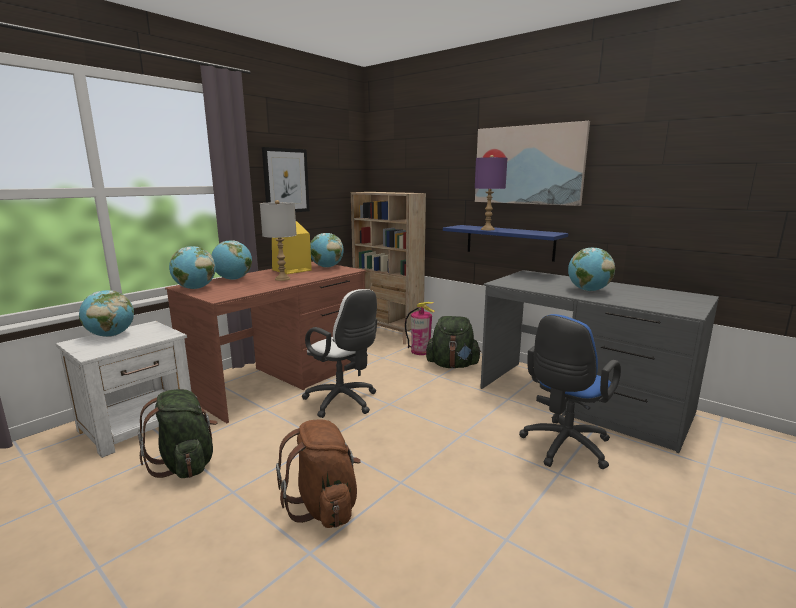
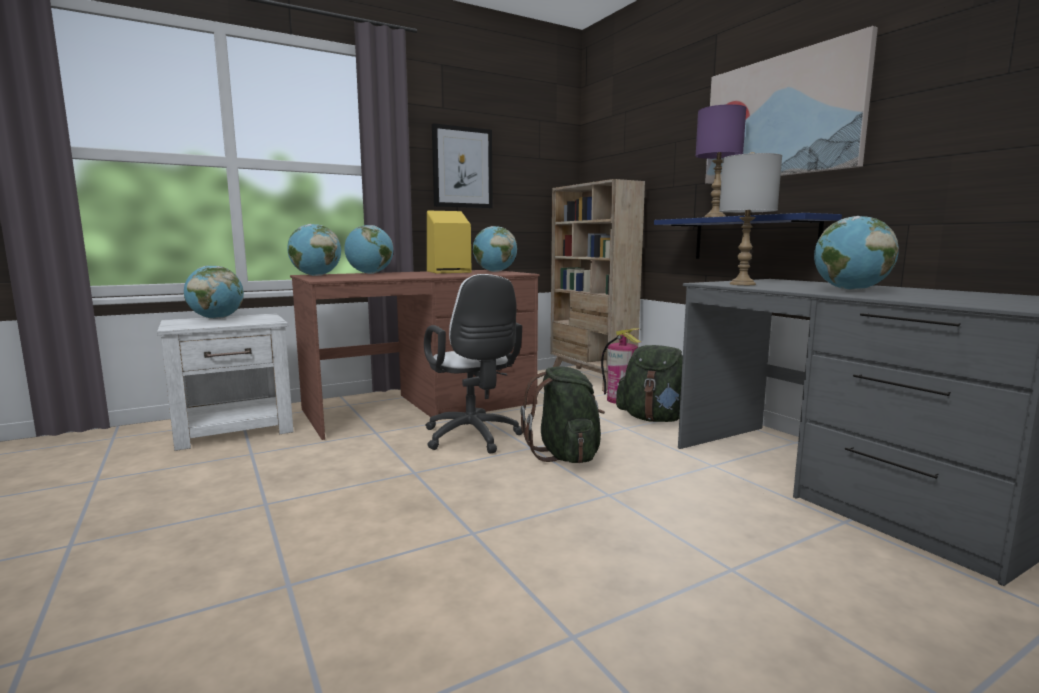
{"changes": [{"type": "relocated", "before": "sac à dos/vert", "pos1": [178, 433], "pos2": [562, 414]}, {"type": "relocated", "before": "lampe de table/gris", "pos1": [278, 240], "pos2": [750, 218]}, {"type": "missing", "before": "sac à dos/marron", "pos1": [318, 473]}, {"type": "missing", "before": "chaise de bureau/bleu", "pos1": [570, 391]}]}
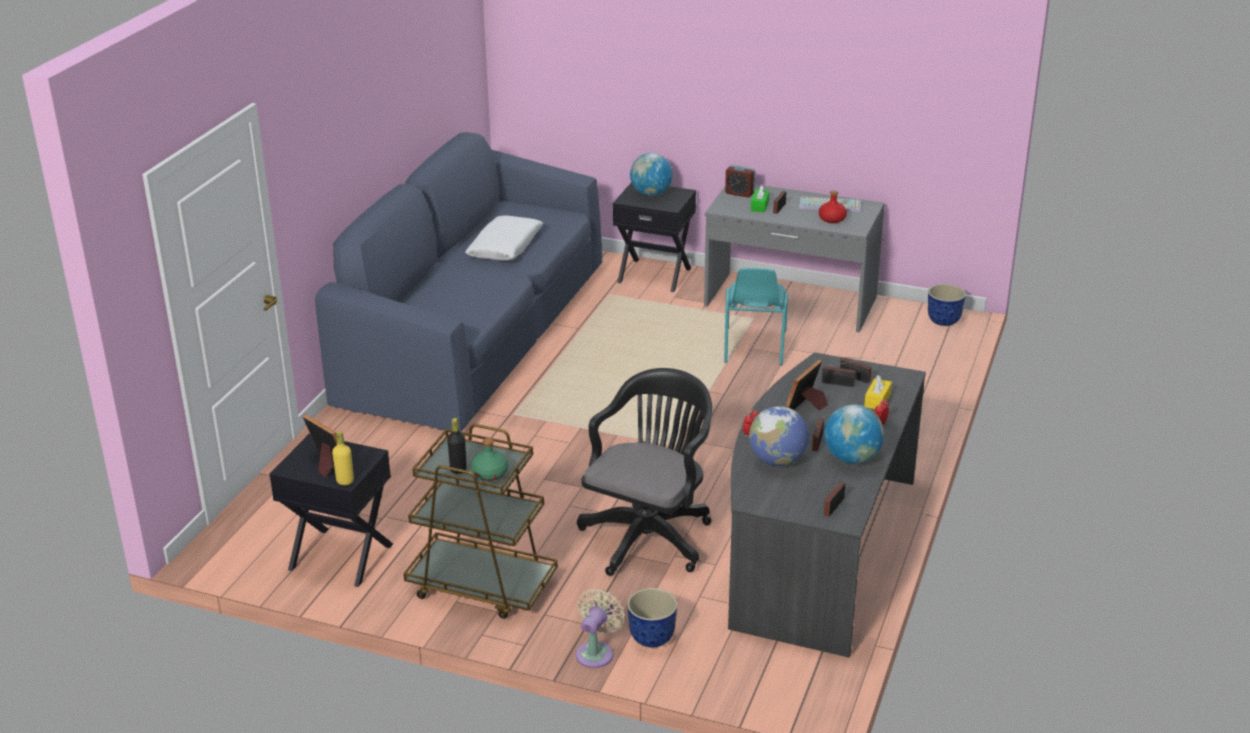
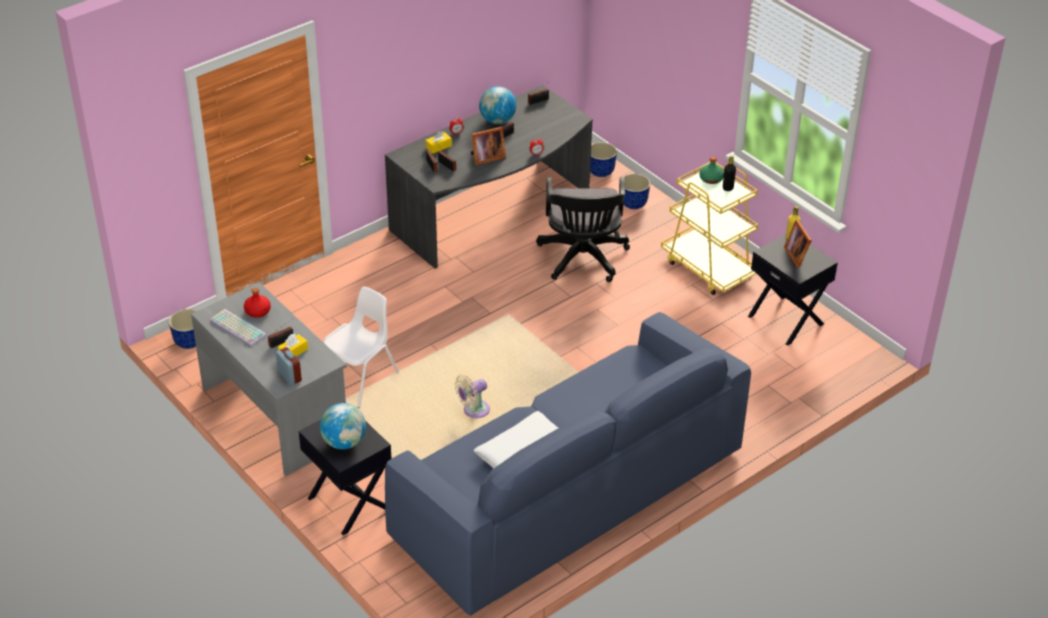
{"changes": [{"type": "colour", "before": "boîte à mouchoirs/vert", "after": "boîte à mouchoirs/jaune", "pos1": [760, 198], "pos2": [293, 345]}, {"type": "colour", "before": "chaise/turquoise", "after": "chaise/blanc", "pos1": [756, 317], "pos2": [361, 347]}, {"type": "relocated", "before": "ventilateur/beige", "pos1": [600, 628], "pos2": [472, 396]}, {"type": "spun", "before": "chaise de bureau/noir", "pos1": [644, 472], "pos2": [583, 229], "turn": -60}, {"type": "appeared", "after": "cache-pot", "pos2": [603, 159]}, {"type": "colour", "before": "chariot/marron", "after": "chariot/jaune", "pos1": [480, 521], "pos2": [709, 228]}, {"type": "missing", "before": "globe", "pos1": [779, 436]}]}
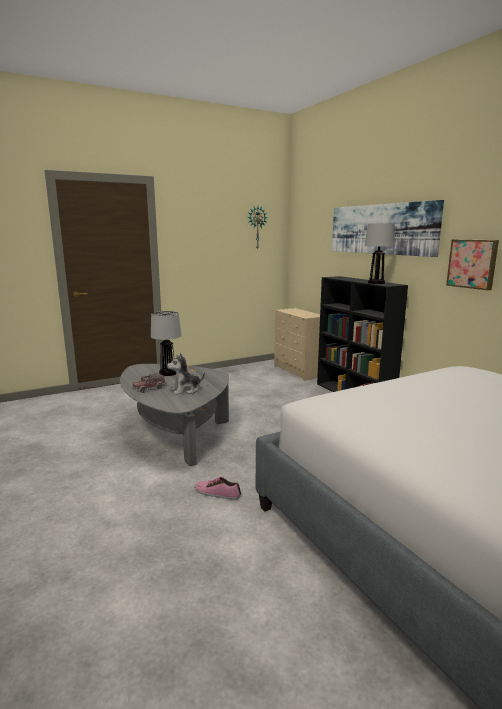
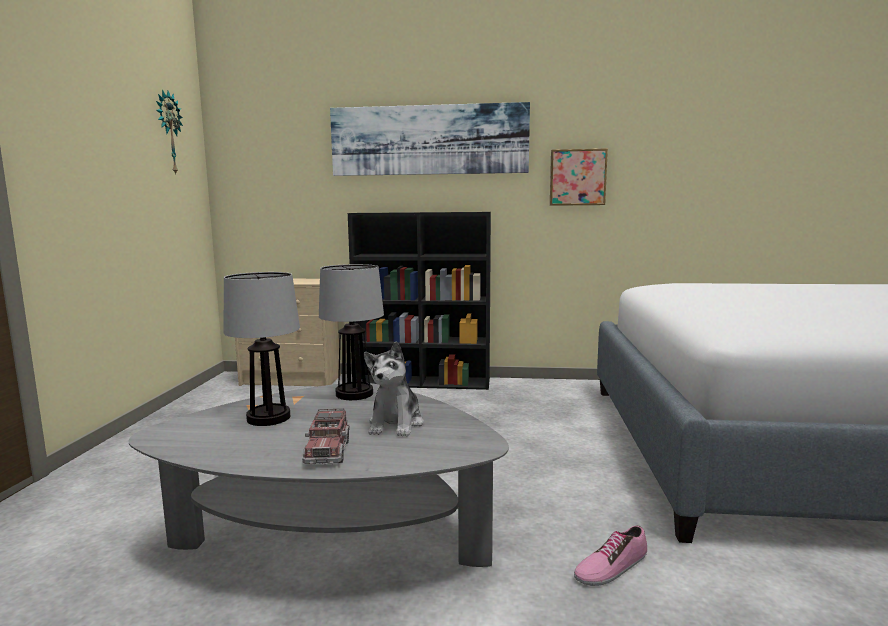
{"changes": [{"type": "relocated", "before": "lampe de table", "pos1": [379, 253], "pos2": [351, 332]}]}
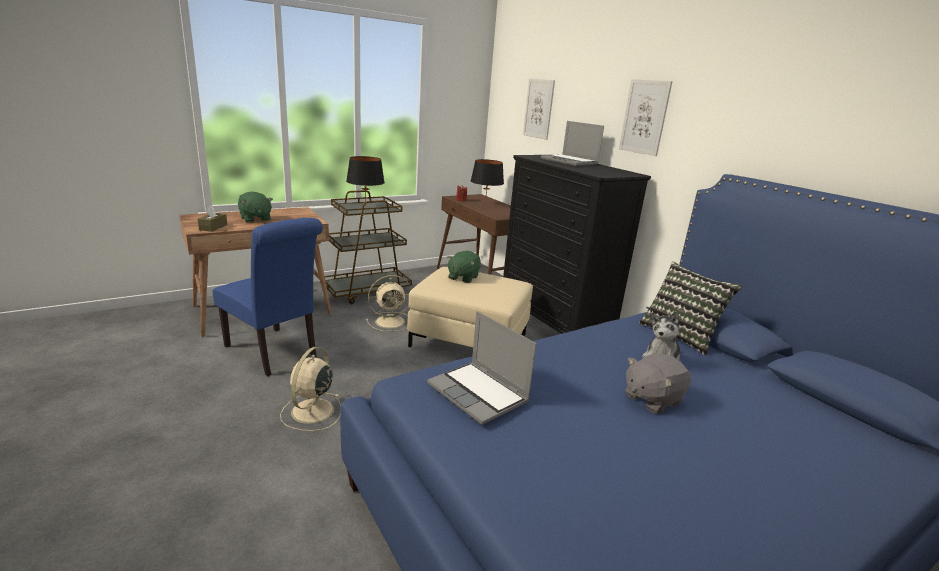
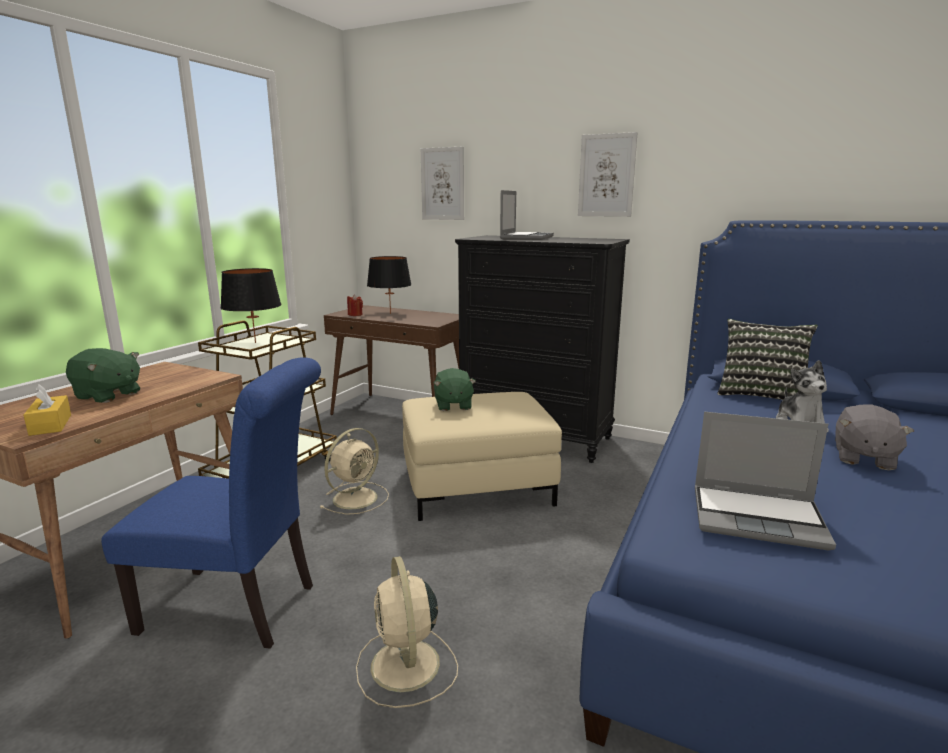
{"changes": [{"type": "colour", "before": "boîte à mouchoirs/marron", "after": "boîte à mouchoirs/jaune", "pos1": [212, 218], "pos2": [47, 410]}, {"type": "spun", "before": "ordinateur portable", "pos1": [572, 143], "pos2": [527, 215], "turn": -90}]}
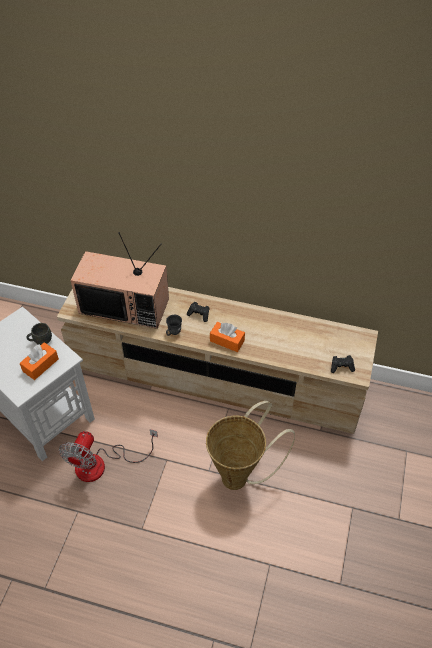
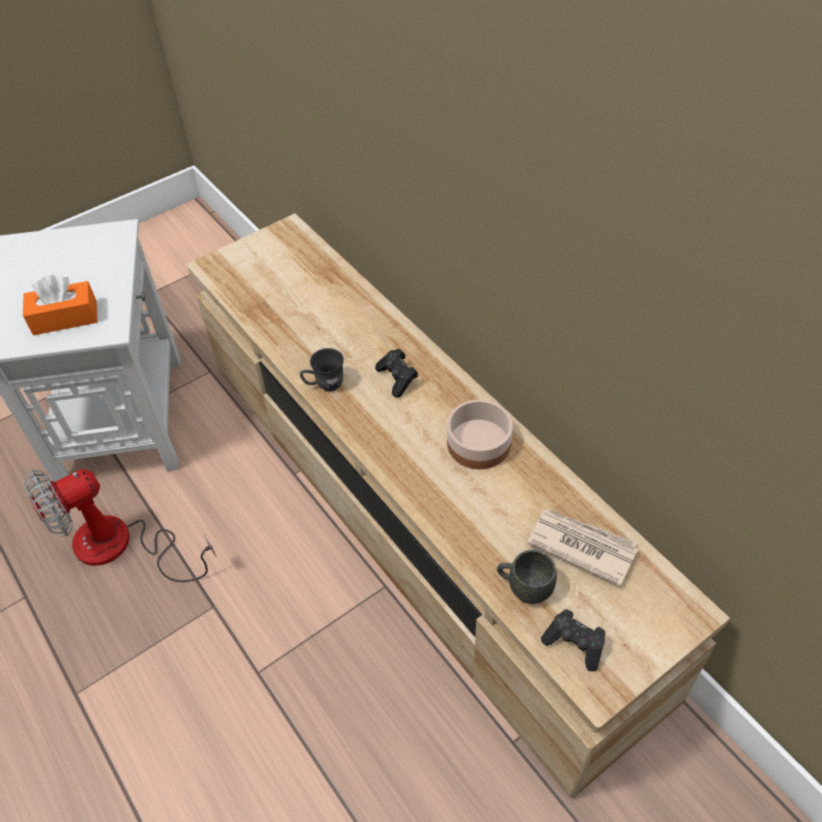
{"changes": [{"type": "appeared", "after": "bol", "pos2": [480, 434]}, {"type": "relocated", "before": "mug/gris", "pos1": [39, 334], "pos2": [527, 577]}, {"type": "appeared", "after": "journal", "pos2": [582, 547]}, {"type": "missing", "before": "téléviseur", "pos1": [119, 280]}, {"type": "missing", "before": "panier", "pos1": [250, 445]}, {"type": "missing", "before": "boîte à mouchoirs/orange", "pos1": [227, 337]}]}
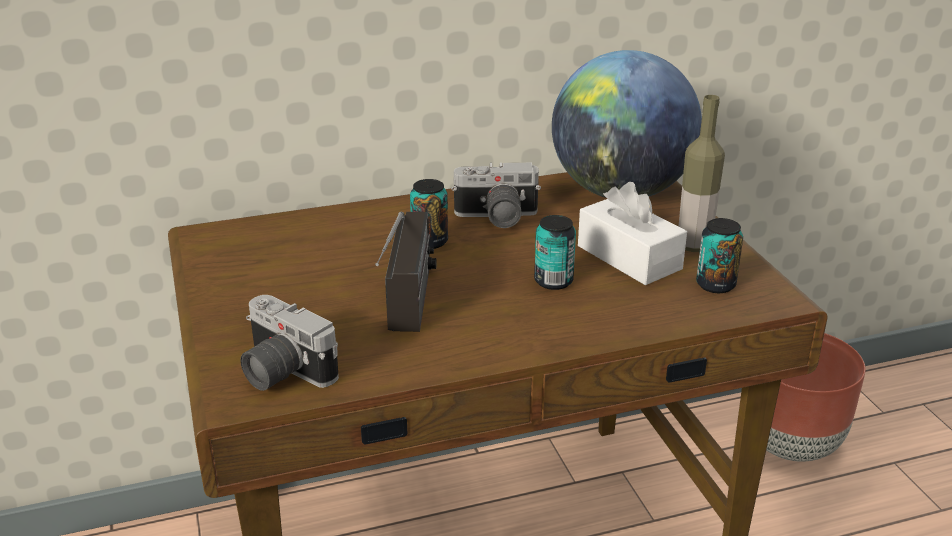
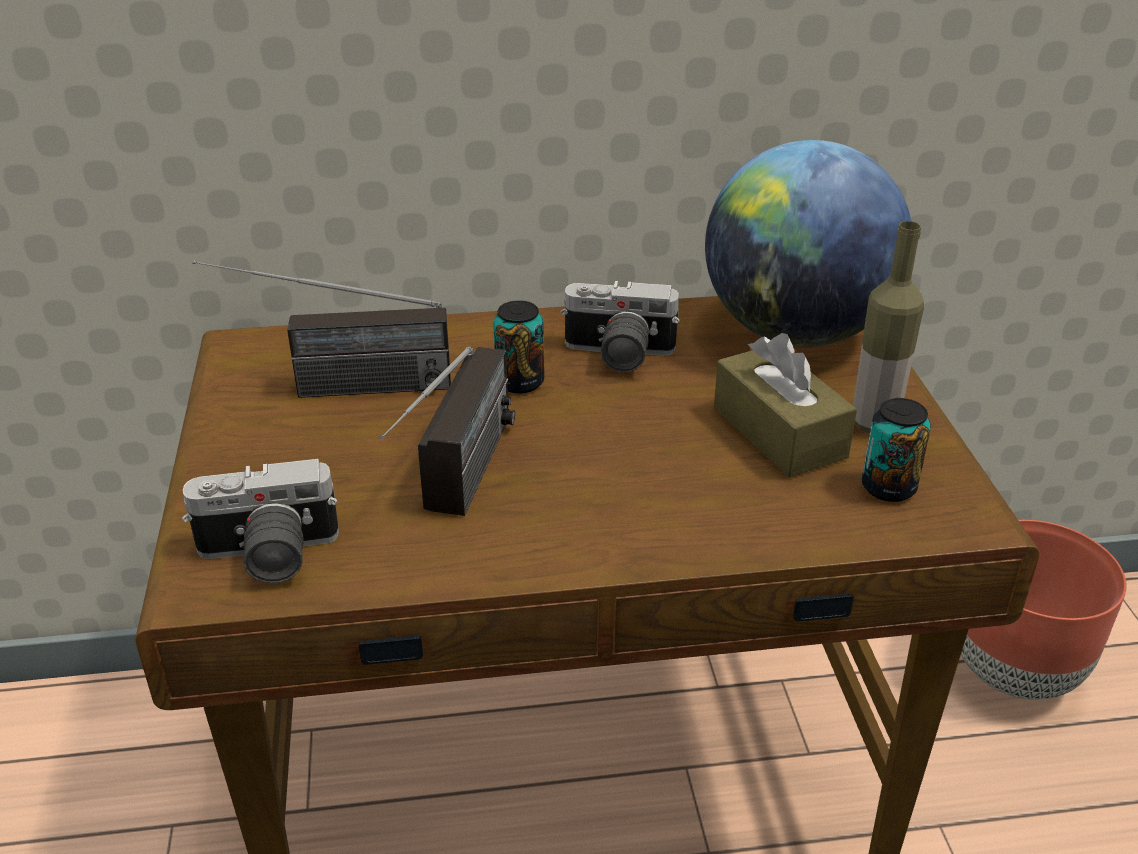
{"changes": [{"type": "spun", "before": "appareil photo", "pos1": [290, 343], "pos2": [260, 521], "turn": -60}, {"type": "appeared", "after": "radio", "pos2": [322, 329]}, {"type": "colour", "before": "boîte à mouchoirs/blanc", "after": "boîte à mouchoirs/marron", "pos1": [632, 233], "pos2": [785, 405]}, {"type": "missing", "before": "boîte métallique", "pos1": [555, 252]}]}
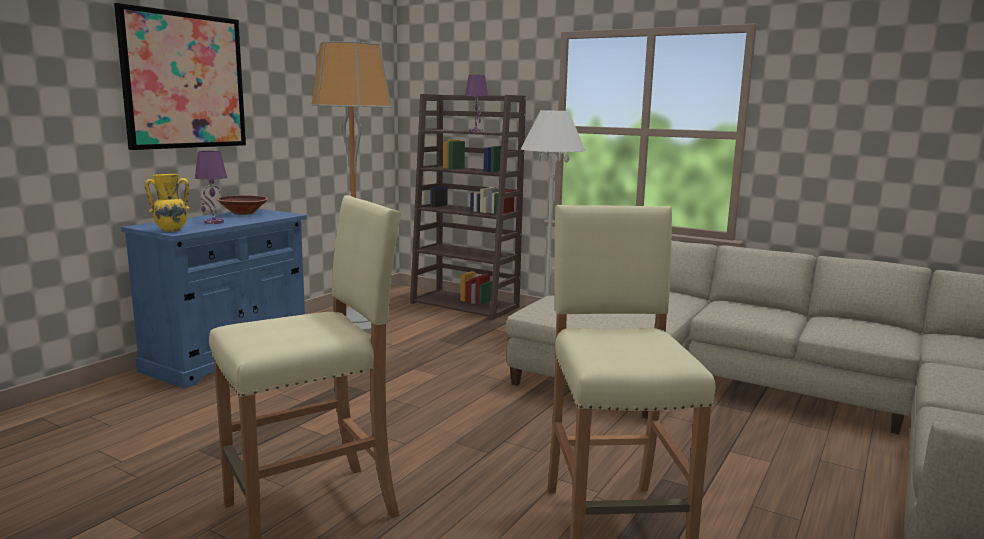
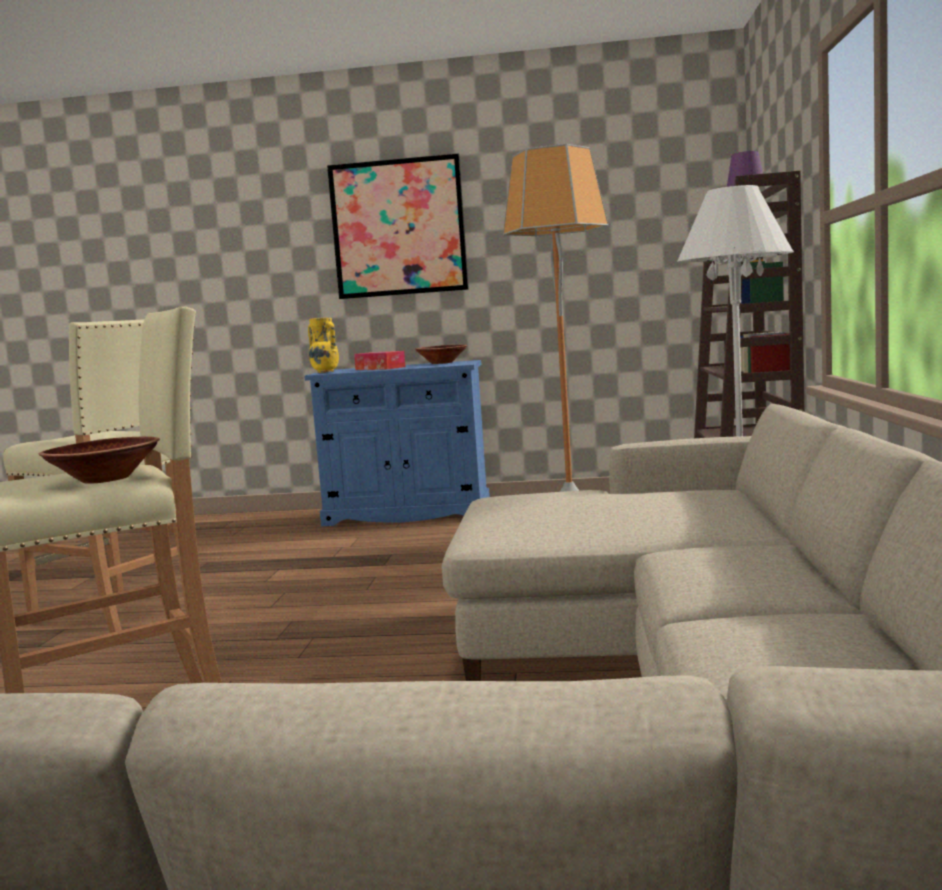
{"changes": [{"type": "appeared", "after": "bol/marron", "pos2": [99, 460]}, {"type": "exchanged", "before": "lampe de table/violet", "after": "boîte à mouchoirs", "pos1": [211, 187], "pos2": [380, 360]}]}
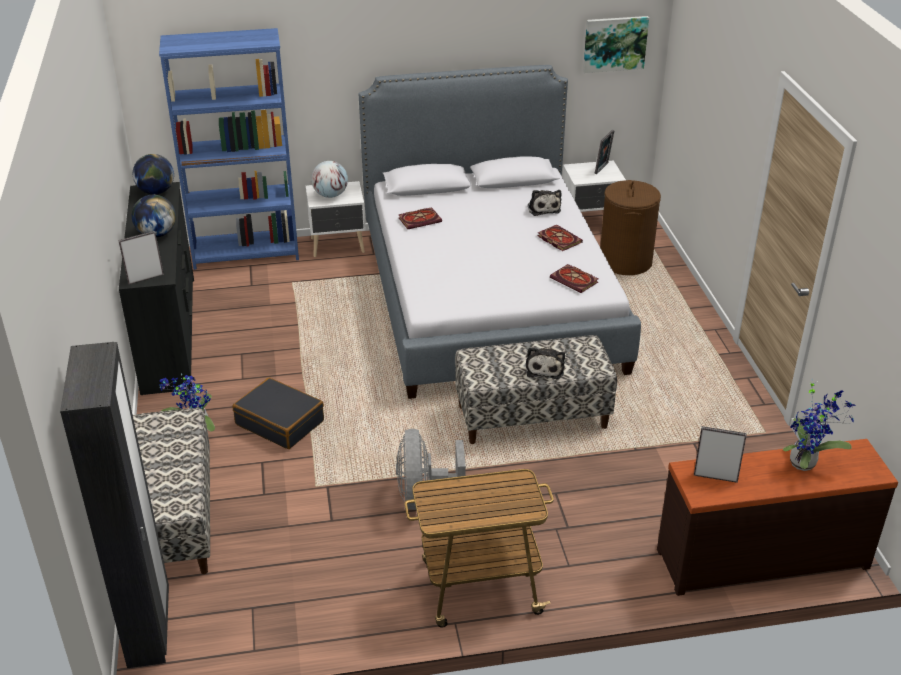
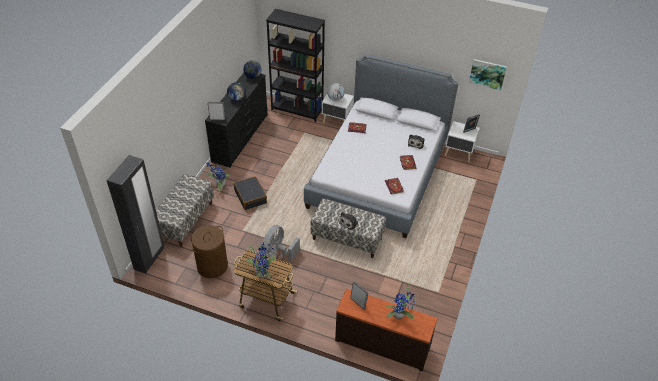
{"changes": [{"type": "relocated", "before": "panier à linge/marron", "pos1": [630, 227], "pos2": [209, 251]}, {"type": "appeared", "after": "plante en pot", "pos2": [261, 261]}, {"type": "colour", "before": "bibliothèque/bleu", "after": "bibliothèque/noir", "pos1": [229, 149], "pos2": [295, 65]}]}
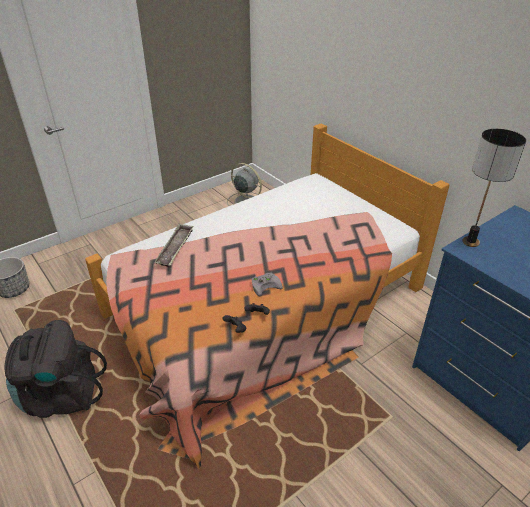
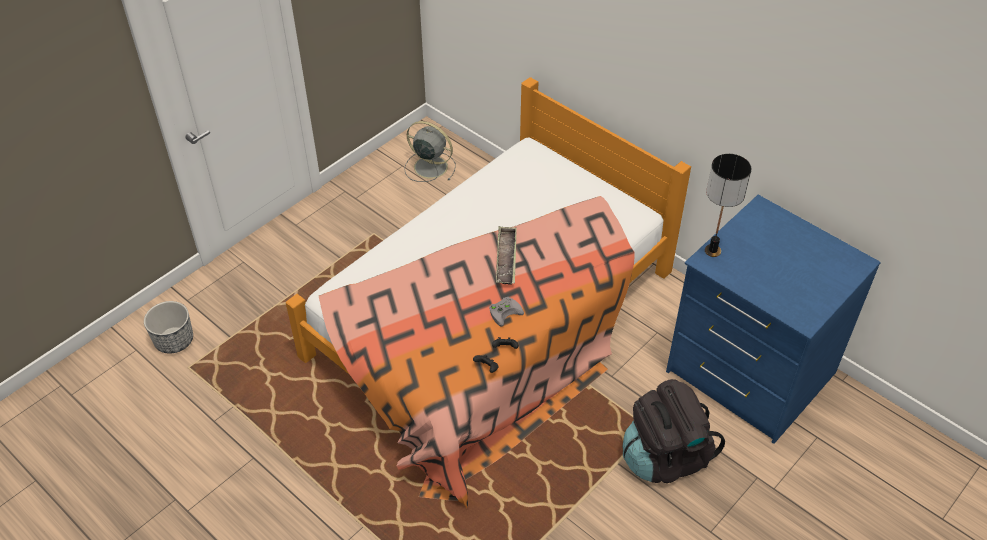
{"changes": [{"type": "relocated", "before": "plateau", "pos1": [174, 245], "pos2": [506, 256]}, {"type": "relocated", "before": "sac à dos/noir", "pos1": [55, 369], "pos2": [674, 431]}]}
